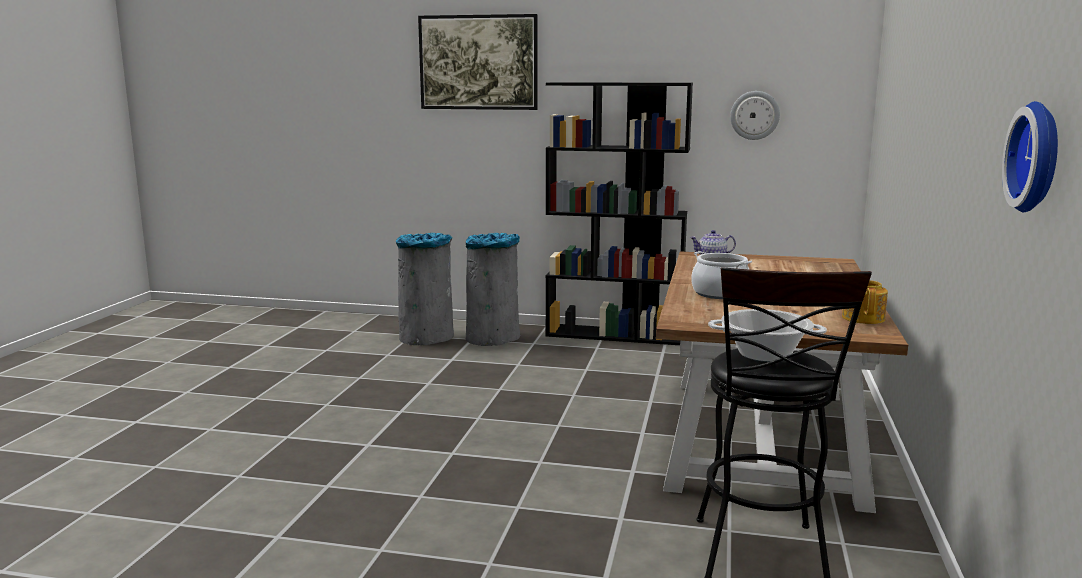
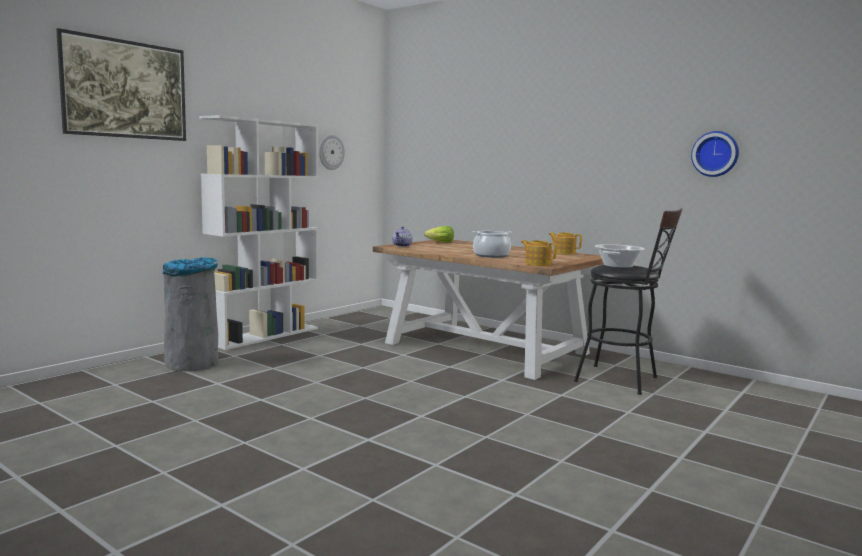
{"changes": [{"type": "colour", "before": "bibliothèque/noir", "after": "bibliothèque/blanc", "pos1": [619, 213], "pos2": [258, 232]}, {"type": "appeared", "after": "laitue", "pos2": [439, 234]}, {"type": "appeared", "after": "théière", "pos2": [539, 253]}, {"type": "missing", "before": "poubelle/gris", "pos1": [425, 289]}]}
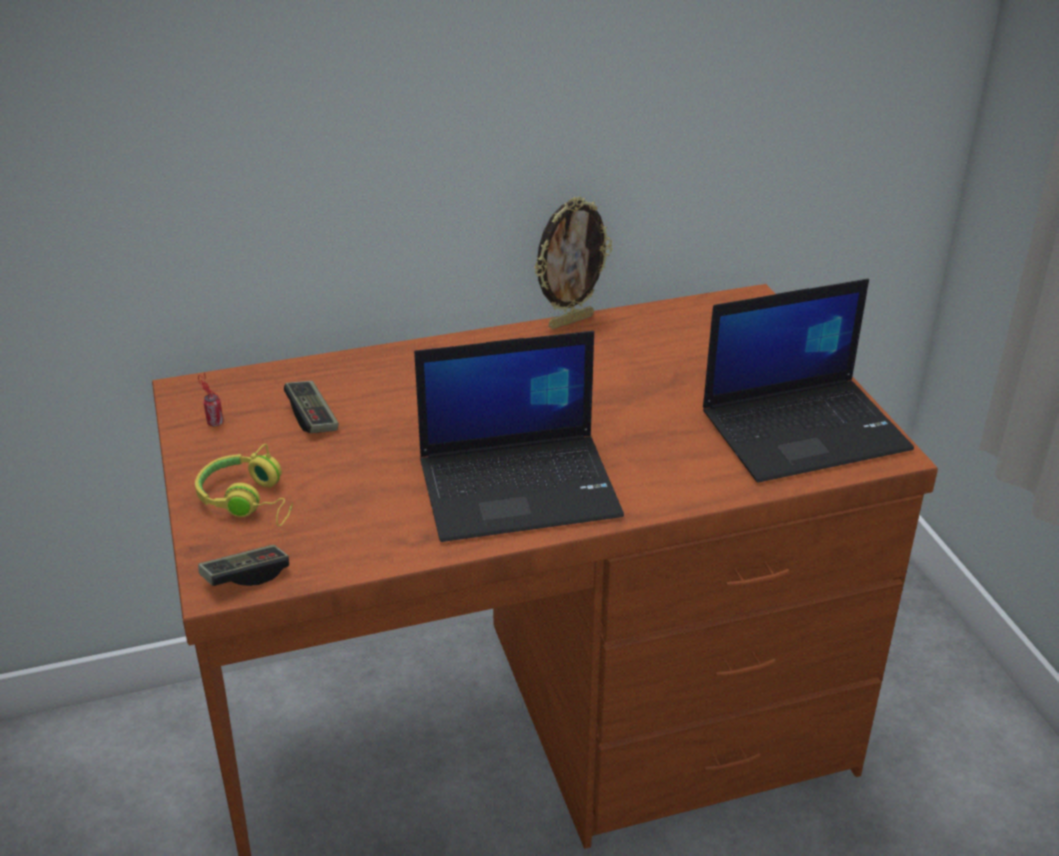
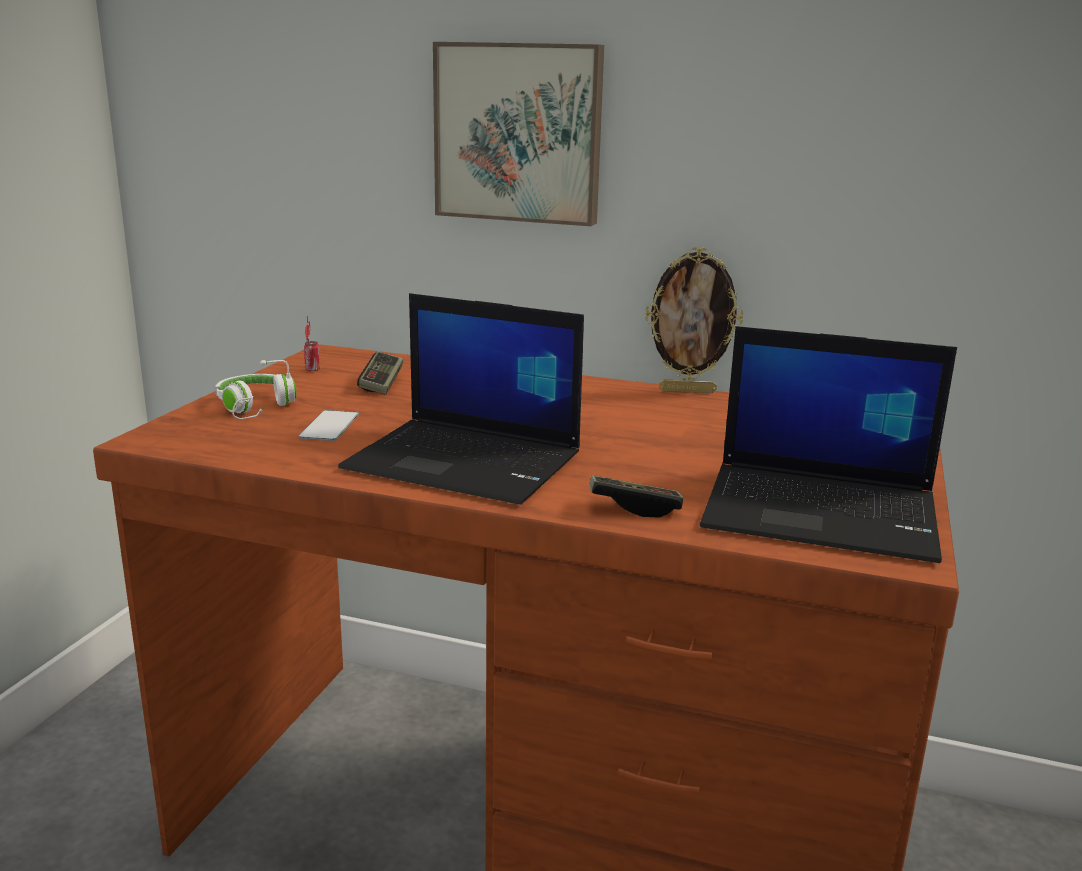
{"changes": [{"type": "colour", "before": "casque audio/jaune", "after": "casque audio/blanc", "pos1": [244, 485], "pos2": [255, 389]}, {"type": "appeared", "after": "téléphone", "pos2": [328, 425]}, {"type": "appeared", "after": "tableau", "pos2": [518, 134]}, {"type": "relocated", "before": "manette", "pos1": [243, 565], "pos2": [636, 496]}]}
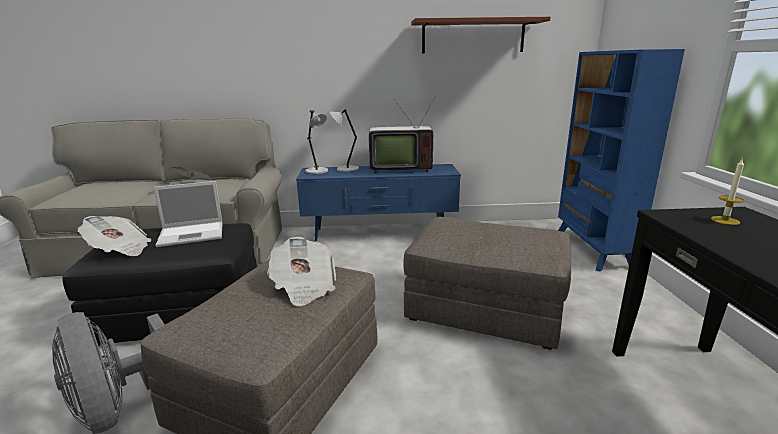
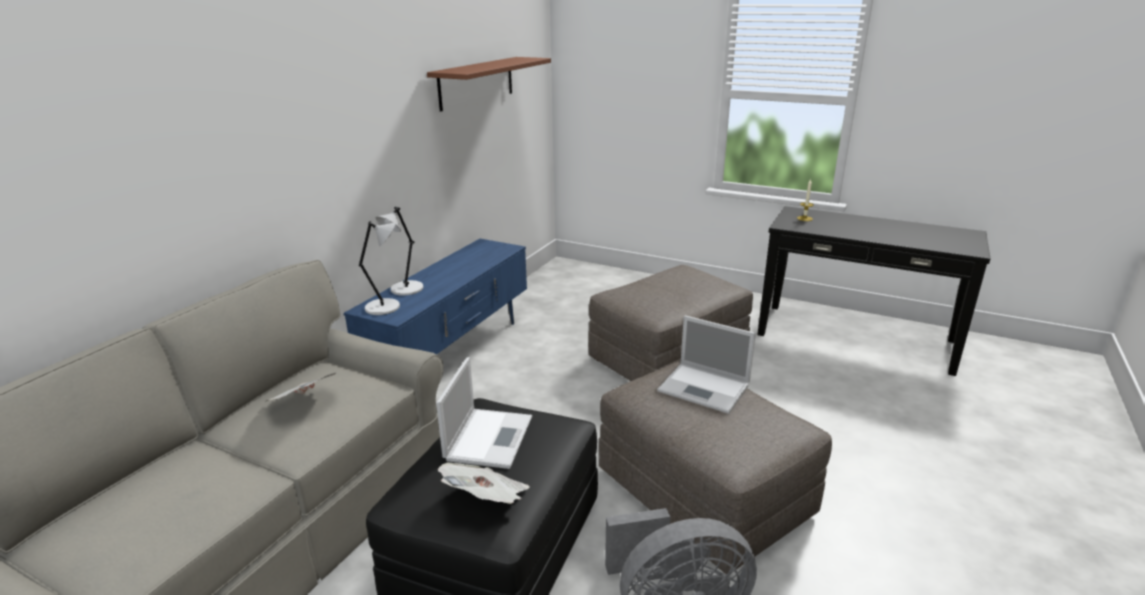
{"changes": [{"type": "exchanged", "before": "journal", "after": "ordinateur portable", "pos1": [301, 271], "pos2": [706, 364]}, {"type": "missing", "before": "téléviseur", "pos1": [402, 134]}, {"type": "missing", "before": "bibliothèque/bleu", "pos1": [621, 160]}]}
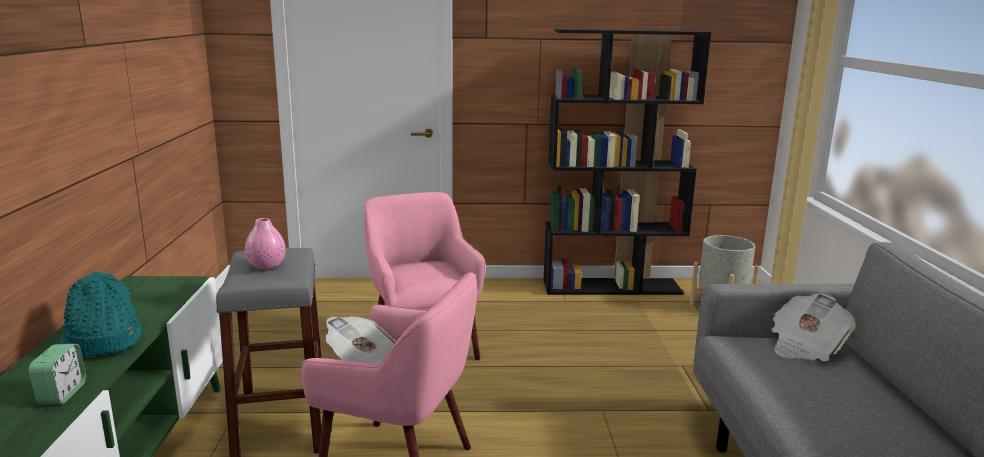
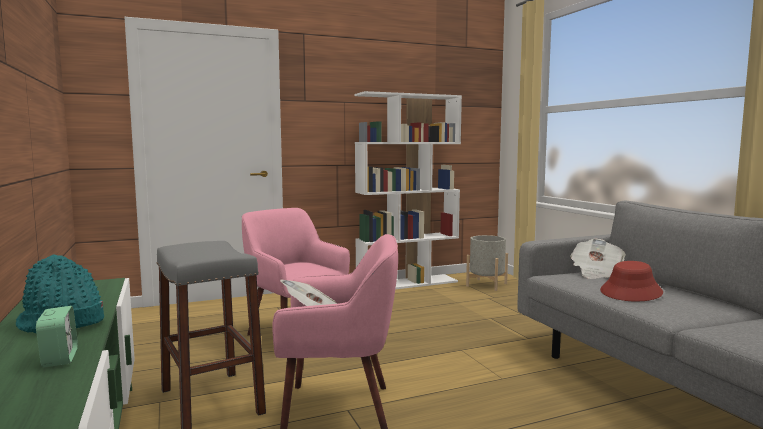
{"changes": [{"type": "colour", "before": "bibliothèque/noir", "after": "bibliothèque/blanc", "pos1": [627, 161], "pos2": [408, 190]}, {"type": "appeared", "after": "chapeau/rouge", "pos2": [631, 281]}, {"type": "missing", "before": "vase/rose", "pos1": [265, 244]}]}
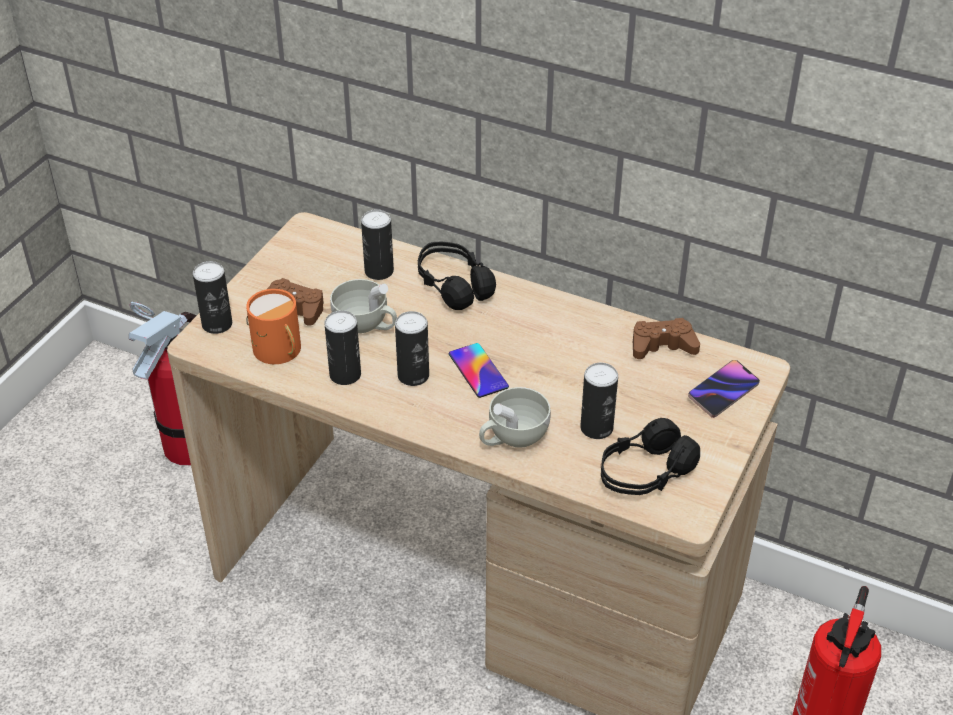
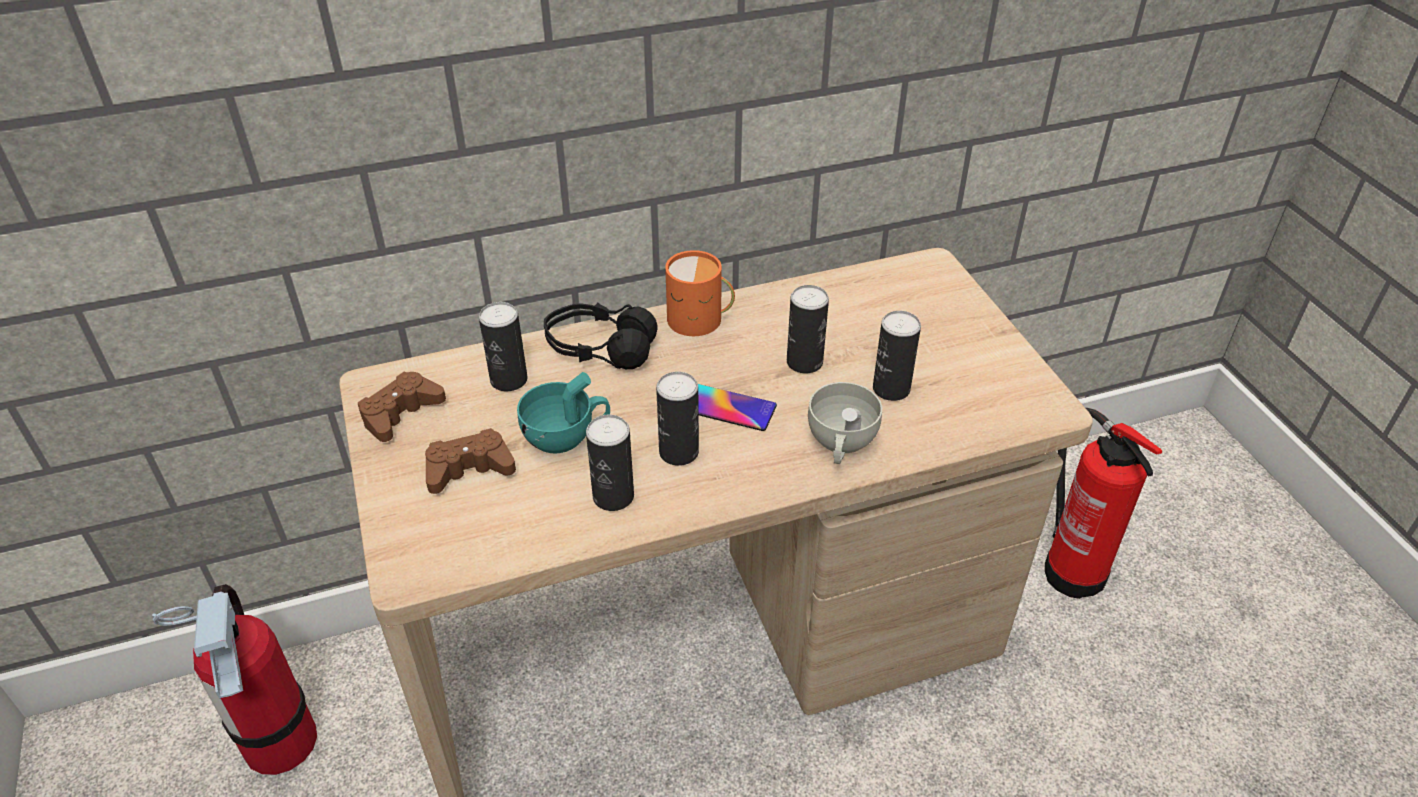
{"changes": [{"type": "relocated", "before": "manette/marron", "pos1": [666, 338], "pos2": [402, 407]}, {"type": "colour", "before": "tasse/blanc", "after": "tasse/turquoise", "pos1": [363, 306], "pos2": [563, 412]}, {"type": "relocated", "before": "mug/orange", "pos1": [273, 326], "pos2": [700, 293]}, {"type": "relocated", "before": "boîte métallique", "pos1": [212, 297], "pos2": [808, 329]}, {"type": "missing", "before": "casque audio/noir", "pos1": [650, 456]}, {"type": "missing", "before": "téléphone", "pos1": [724, 389]}]}
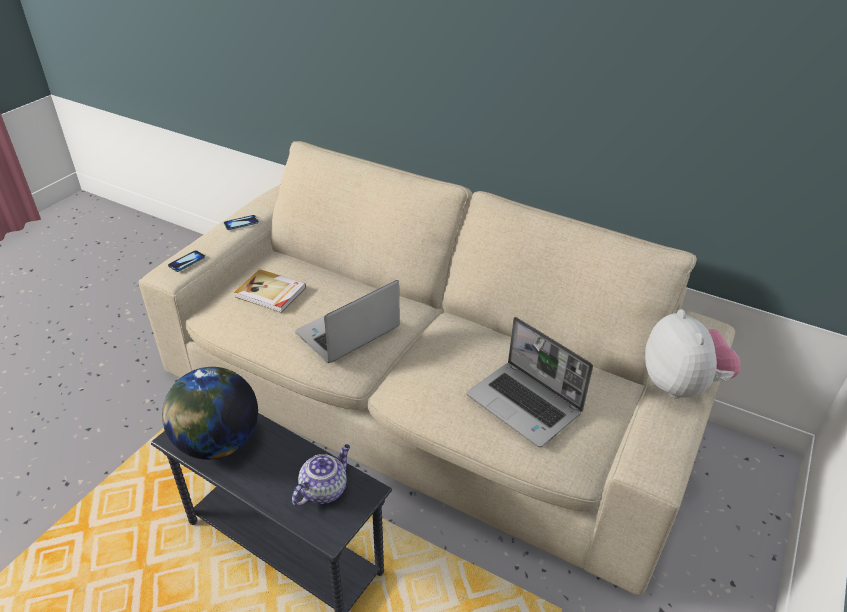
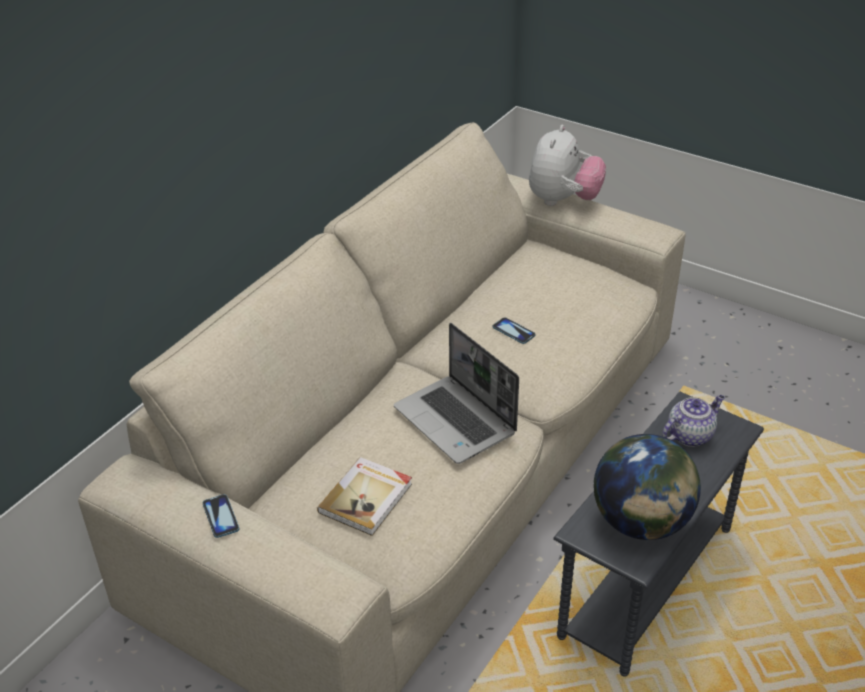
{"changes": [{"type": "relocated", "before": "téléphone", "pos1": [186, 261], "pos2": [514, 330]}, {"type": "spun", "before": "peluche", "pos1": [693, 354], "pos2": [567, 165], "turn": 120}, {"type": "spun", "before": "théière", "pos1": [321, 475], "pos2": [693, 421], "turn": 105}, {"type": "missing", "before": "ordinateur portable", "pos1": [530, 382]}]}
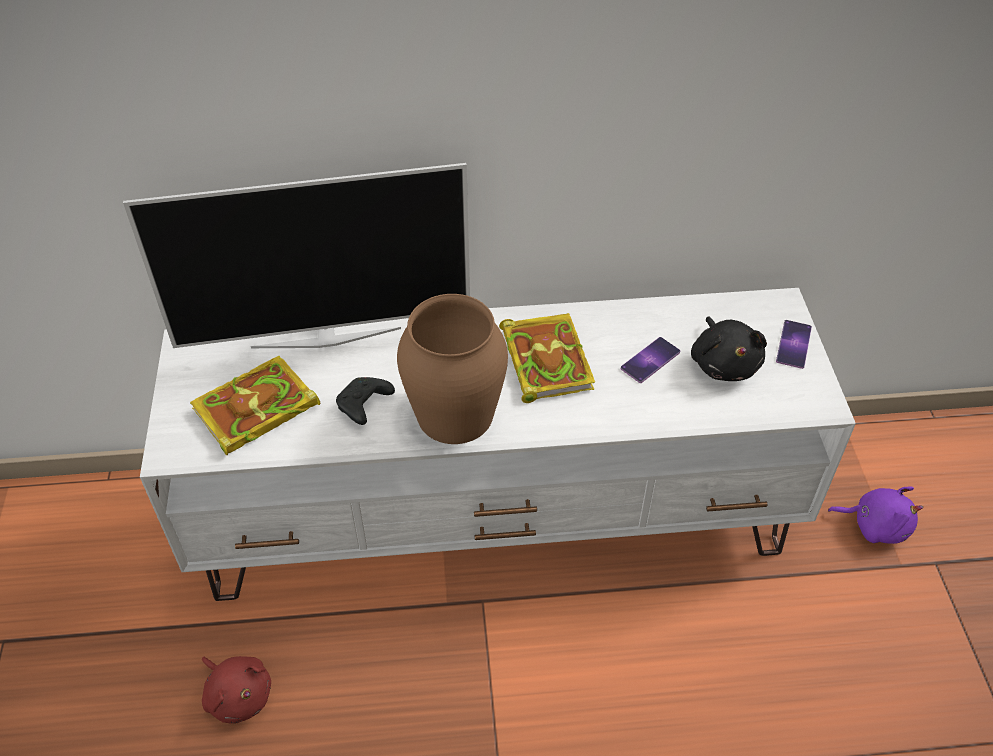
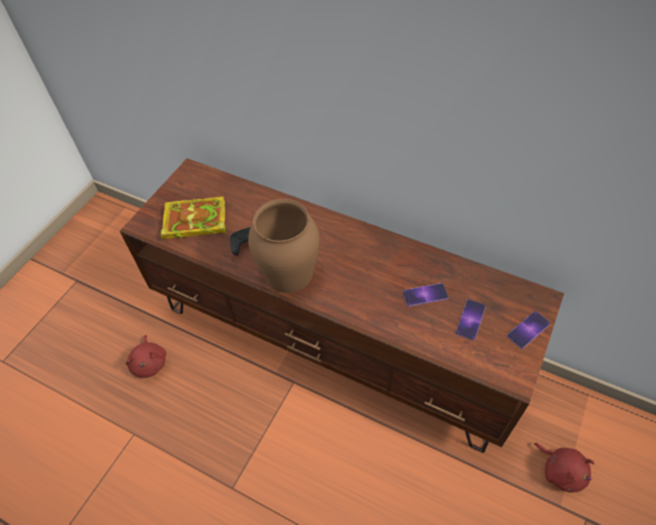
{"changes": [{"type": "colour", "before": "meuble télé/blanc", "after": "meuble télé/marron", "pos1": [498, 444], "pos2": [342, 305]}, {"type": "exchanged", "before": "peluche/noir", "after": "téléphone", "pos1": [729, 349], "pos2": [471, 320]}, {"type": "colour", "before": "peluche/violet", "after": "peluche/rouge", "pos1": [875, 515], "pos2": [564, 468]}, {"type": "missing", "before": "téléviseur", "pos1": [296, 255]}, {"type": "missing", "before": "livre", "pos1": [547, 358]}]}
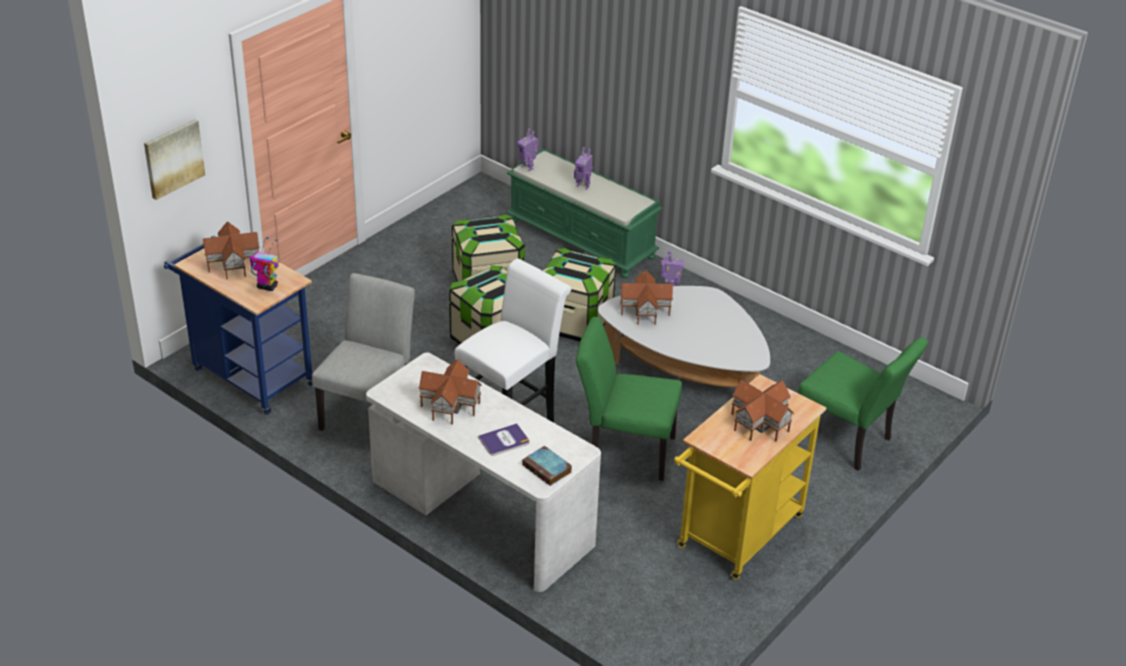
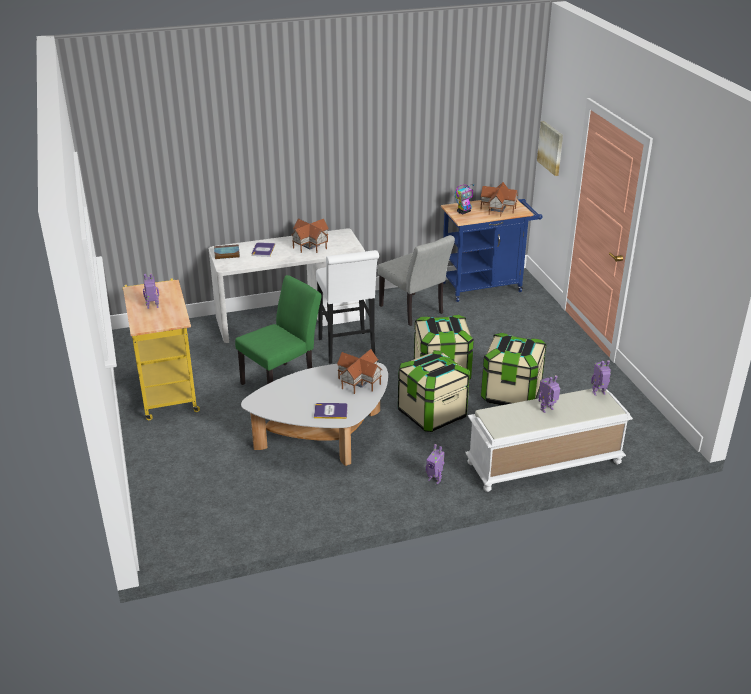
{"changes": [{"type": "exchanged", "before": "maison miniature", "after": "robot jouet", "pos1": [762, 410], "pos2": [151, 291]}, {"type": "appeared", "after": "livre", "pos2": [331, 411]}, {"type": "colour", "before": "banc/vert", "after": "banc/blanc", "pos1": [584, 213], "pos2": [549, 440]}, {"type": "missing", "before": "chaise/vert", "pos1": [863, 404]}]}
